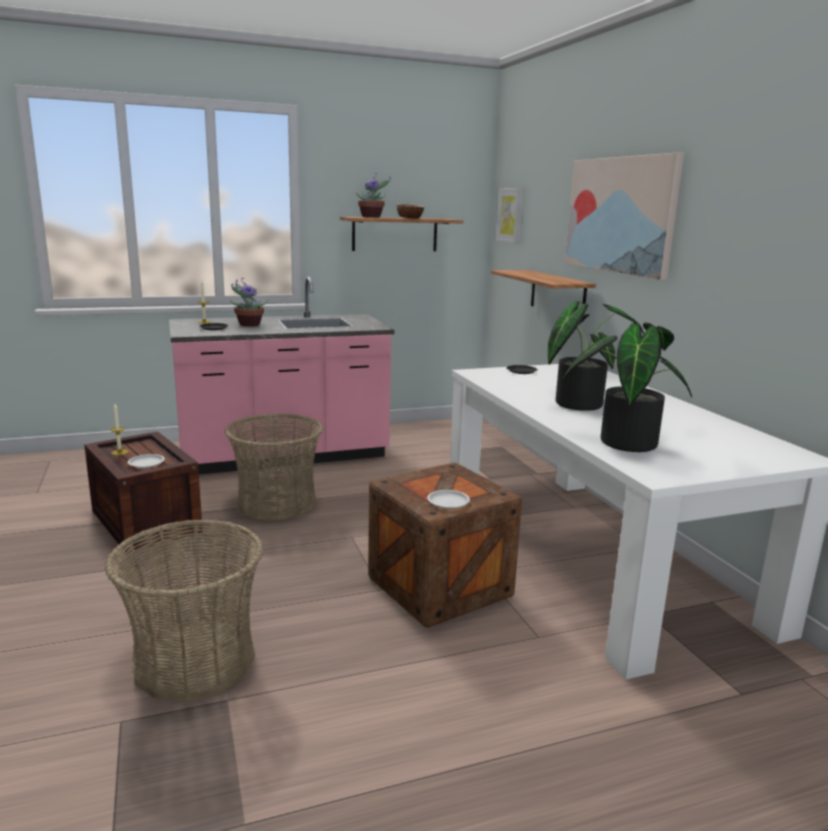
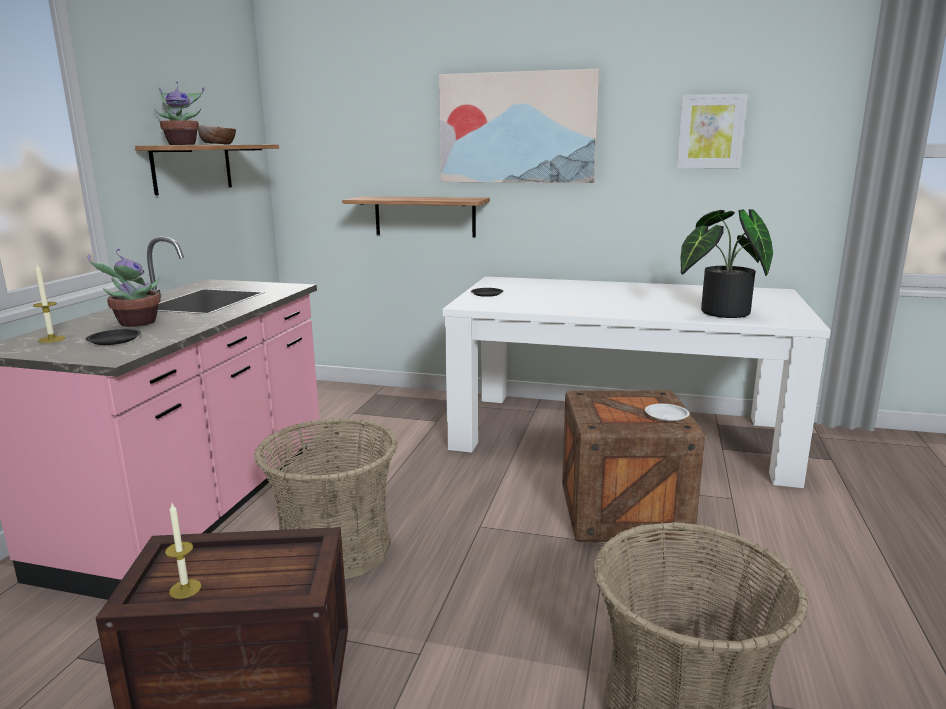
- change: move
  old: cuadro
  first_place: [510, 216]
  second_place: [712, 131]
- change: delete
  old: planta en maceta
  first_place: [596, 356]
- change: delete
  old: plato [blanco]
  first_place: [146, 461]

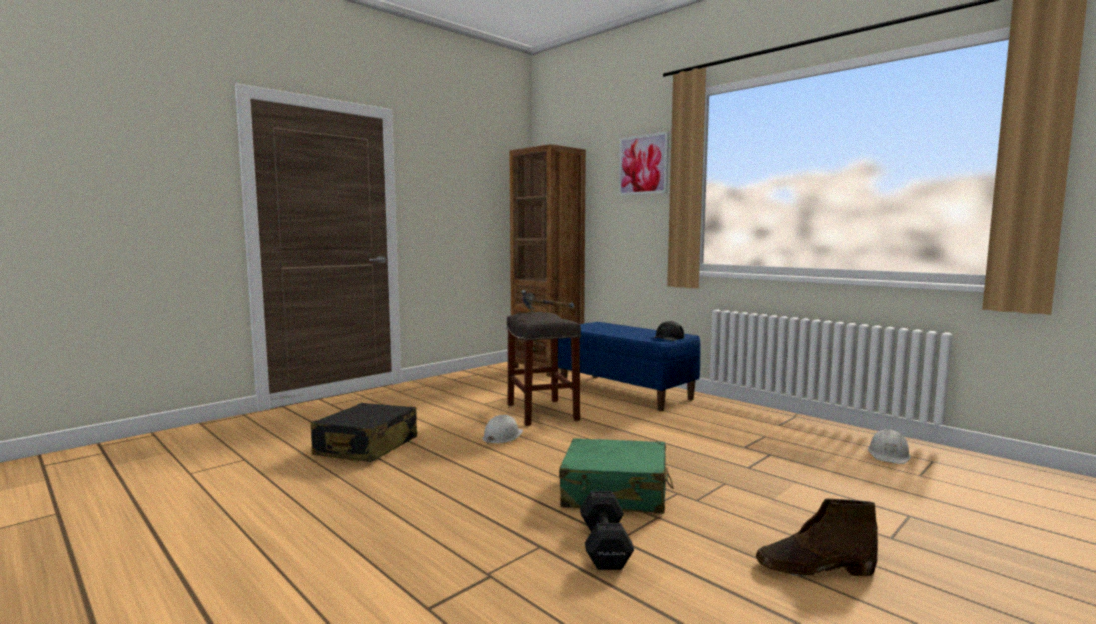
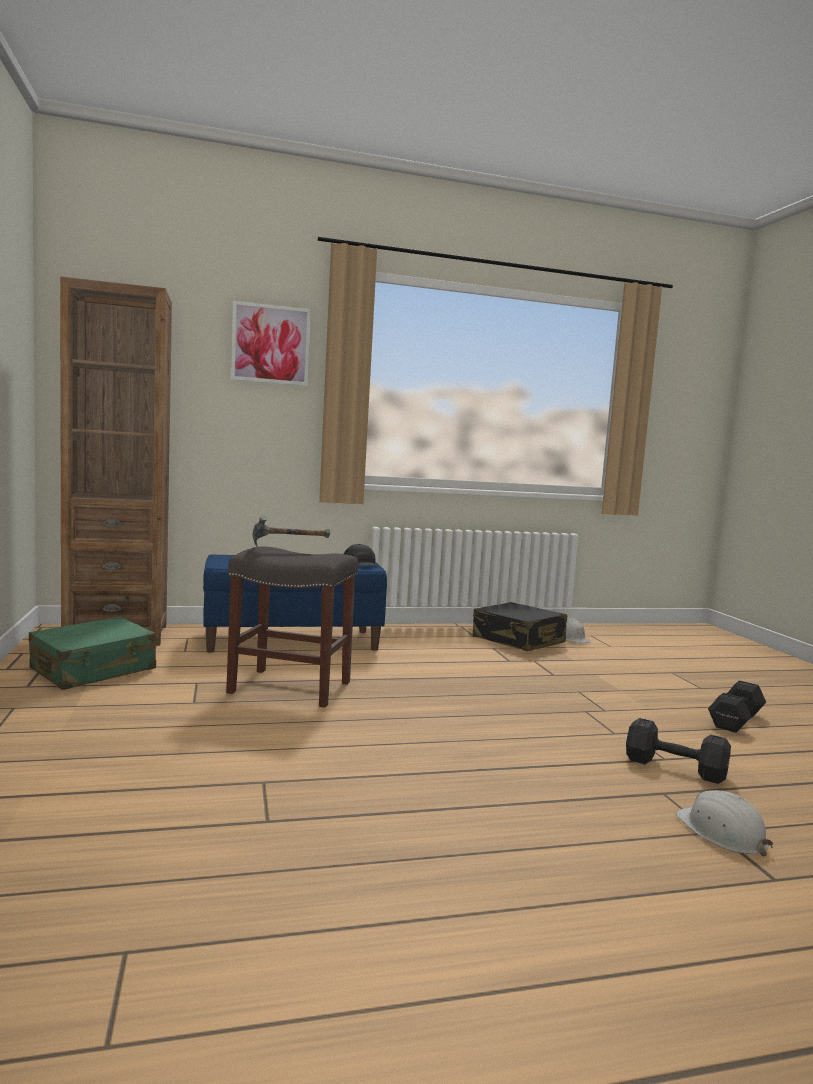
- change: move
  old: maleta [negro]
  first_place: [364, 432]
  second_place: [520, 626]
- change: move
  old: casco [blanco]
  first_place: [502, 429]
  second_place: [724, 823]
- change: move
  old: maleta [verde]
  first_place: [616, 476]
  second_place: [92, 653]
- change: replace
  old: bota [marrón]
  new: mancuerna [negro]
  first_place: [817, 537]
  second_place: [737, 706]

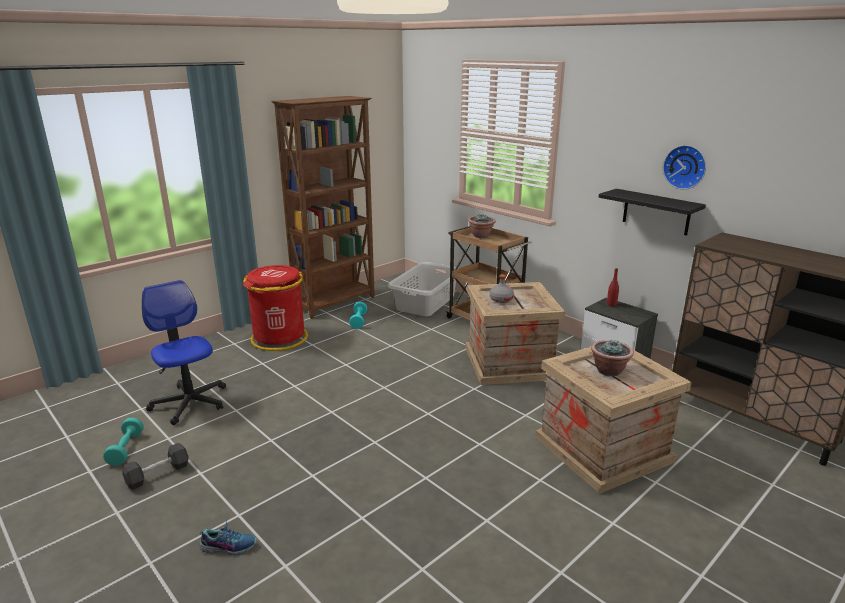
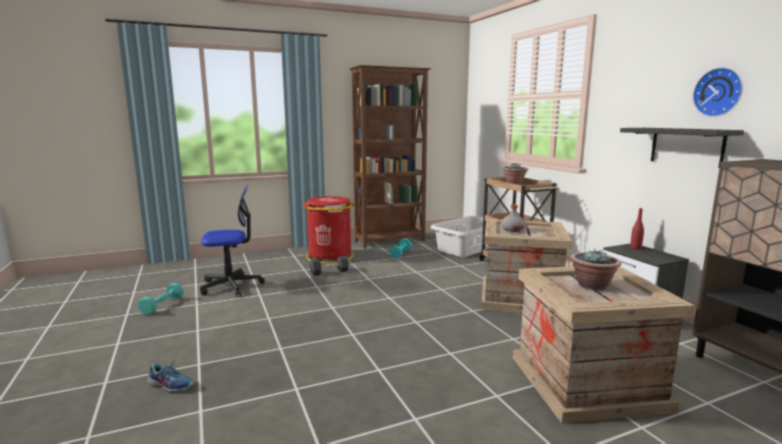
- change: rotate
  old: silla de oficina
  first_place: [184, 352]
  second_place: [232, 241]
  degrees: 90
- change: move
  old: mancuerna [negro]
  first_place: [155, 466]
  second_place: [329, 266]

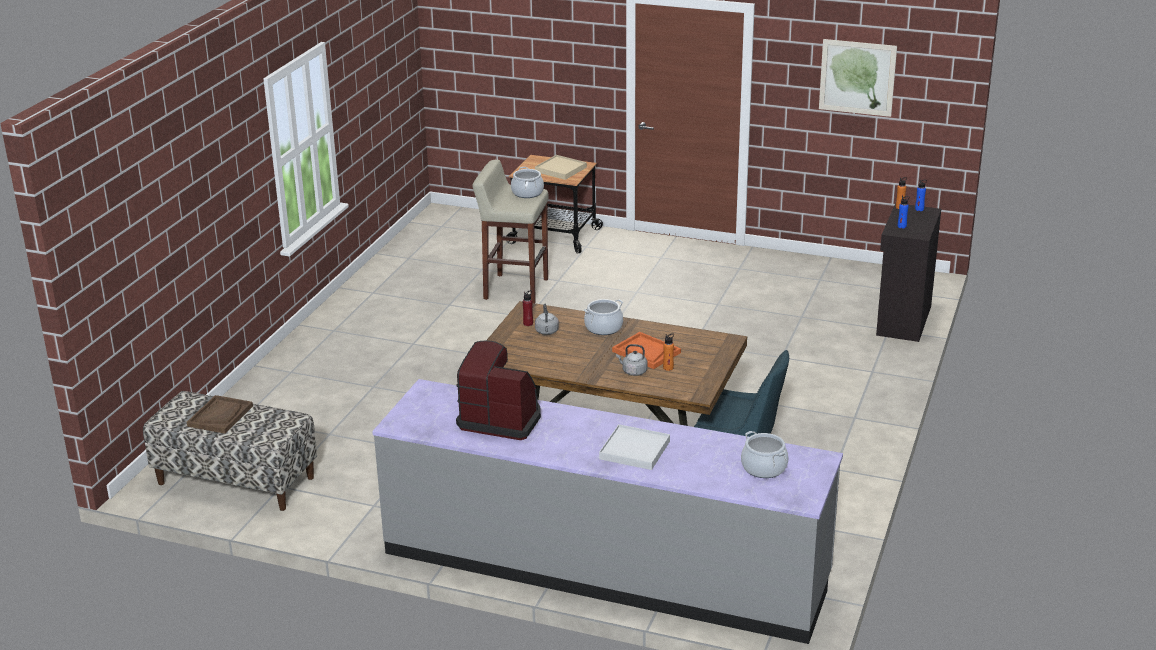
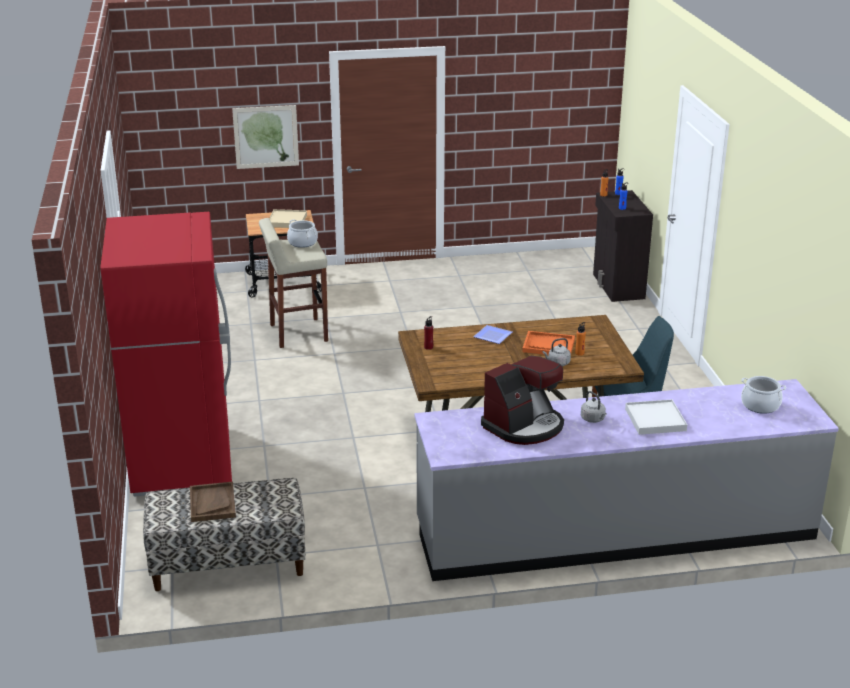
- change: move
  old: cuadro
  first_place: [858, 78]
  second_place: [265, 137]
- change: replace
  old: olla
  new: plato
  first_place: [603, 317]
  second_place: [492, 334]
- change: move
  old: hervidor [gris]
  first_place: [547, 319]
  second_place: [594, 407]
- change: rotate
  old: cafetera
  first_place: [498, 390]
  second_place: [522, 400]
  degrees: 150
- change: insert
  new: nevera [rojo]
  second_place: [166, 354]

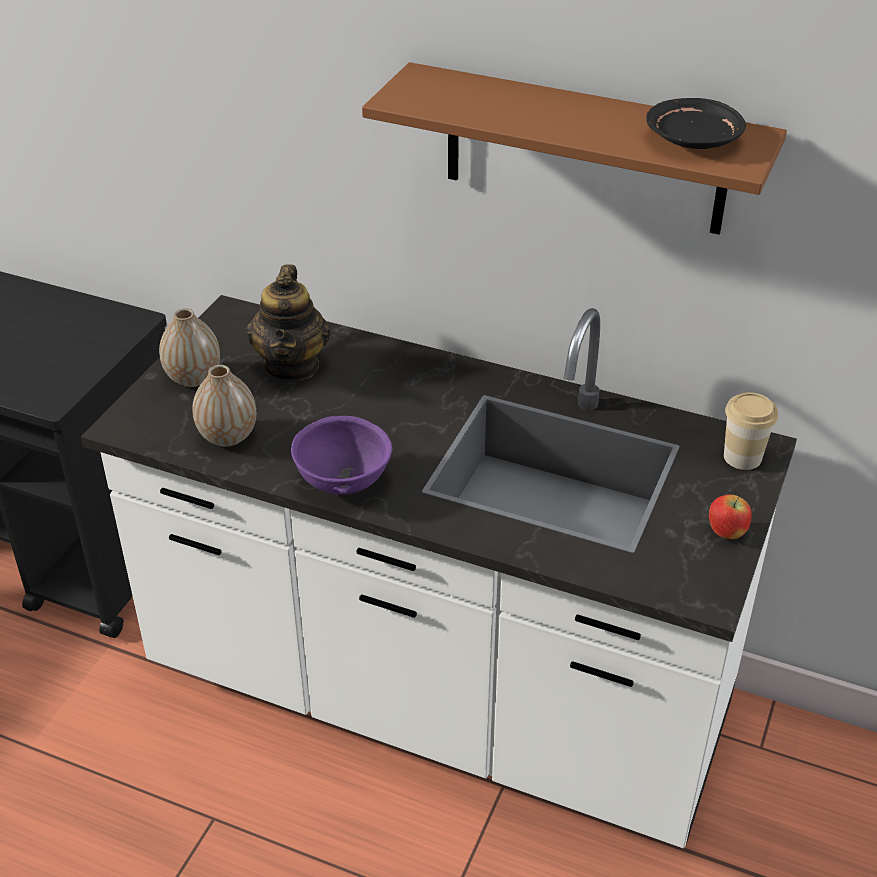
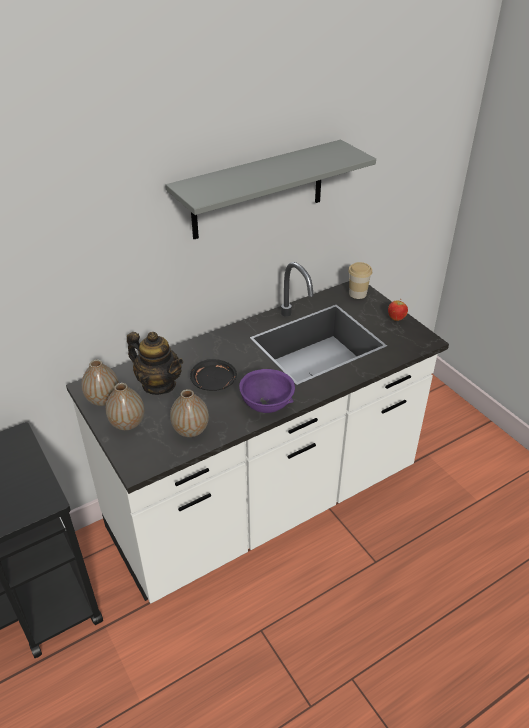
- change: recolor
  old: estante [marrón]
  new: estante [gris]
  first_place: [574, 148]
  second_place: [270, 189]
- change: move
  old: plato [negro]
  first_place: [696, 123]
  second_place: [213, 375]
- change: insert
  new: florero
  second_place: [100, 383]

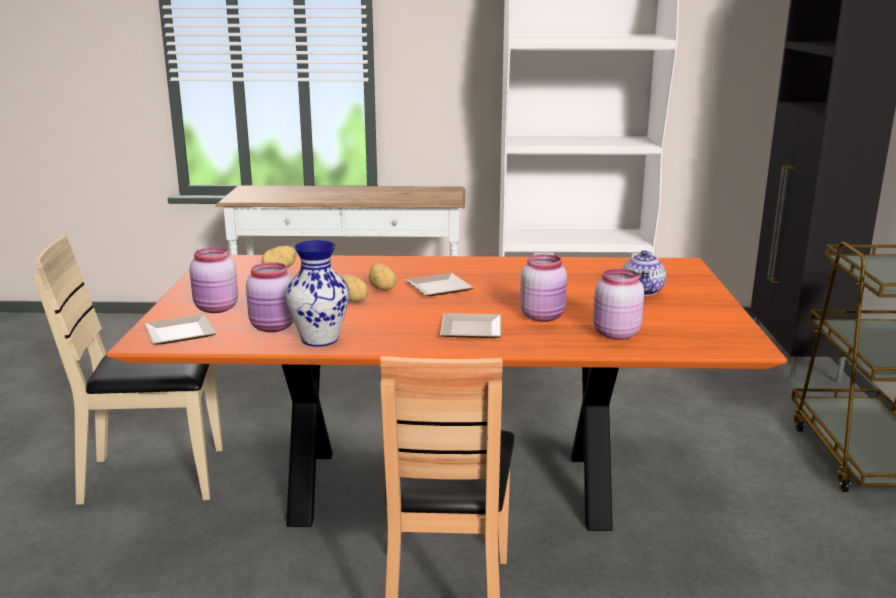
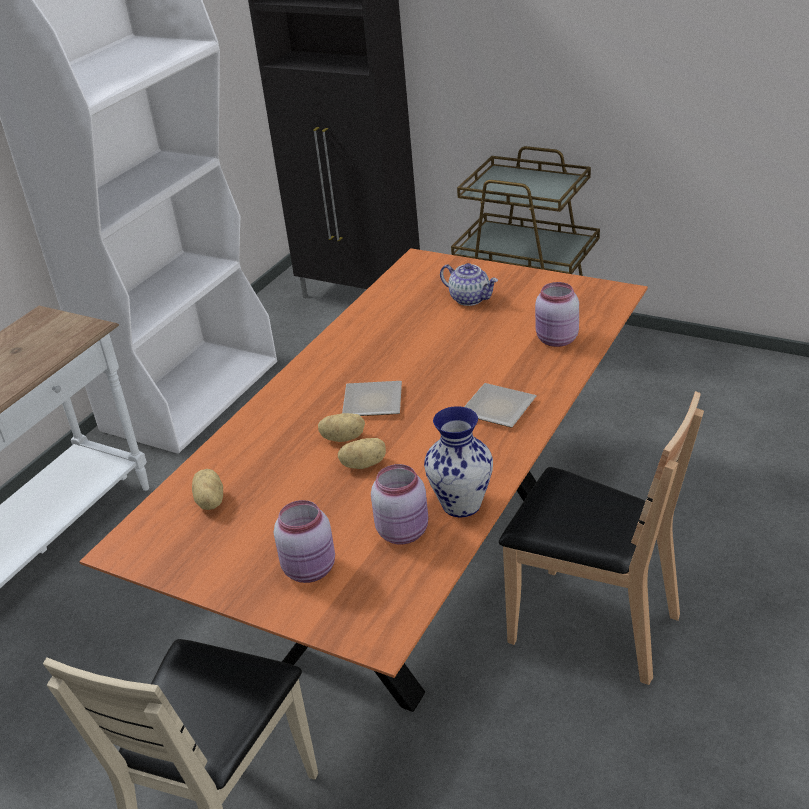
- change: delete
  old: tarro [rosa]
  first_place: [543, 288]
- change: delete
  old: plato
  first_place: [180, 329]

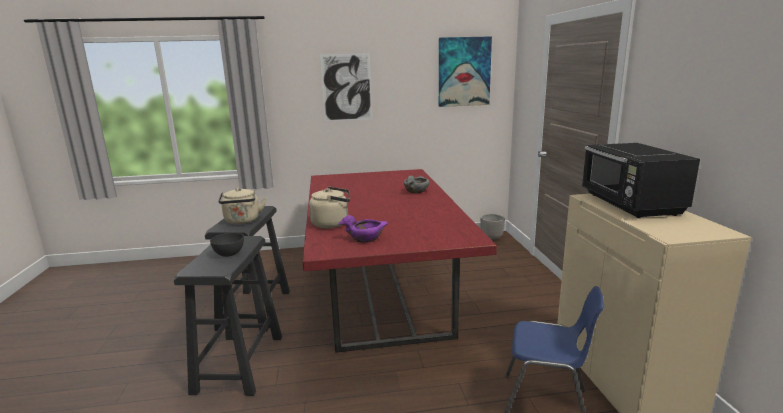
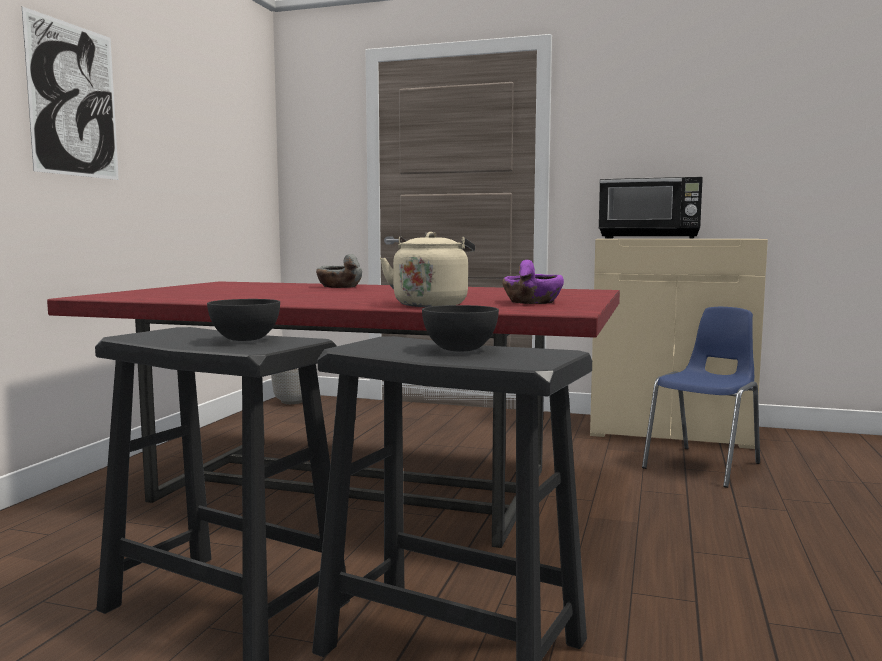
- change: delete
  old: cuadro
  first_place: [465, 71]
- change: replace
  old: hervidor [beis]
  new: cuenco [gris]
  first_place: [242, 206]
  second_place: [243, 320]

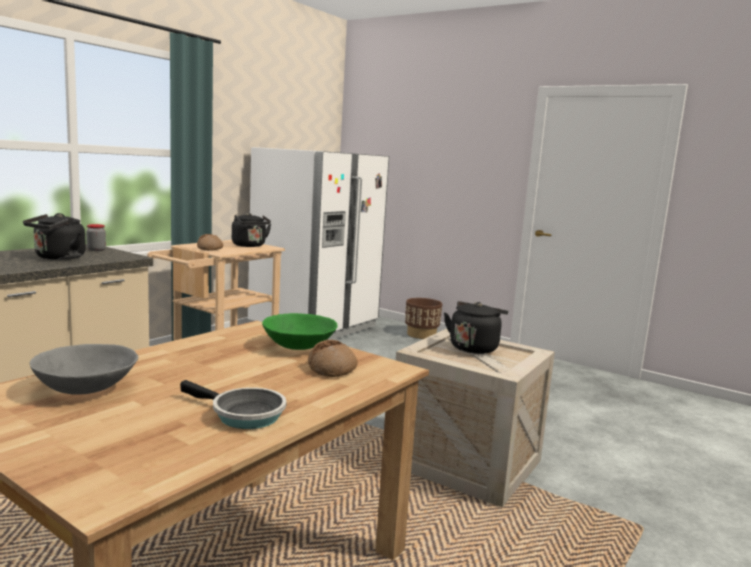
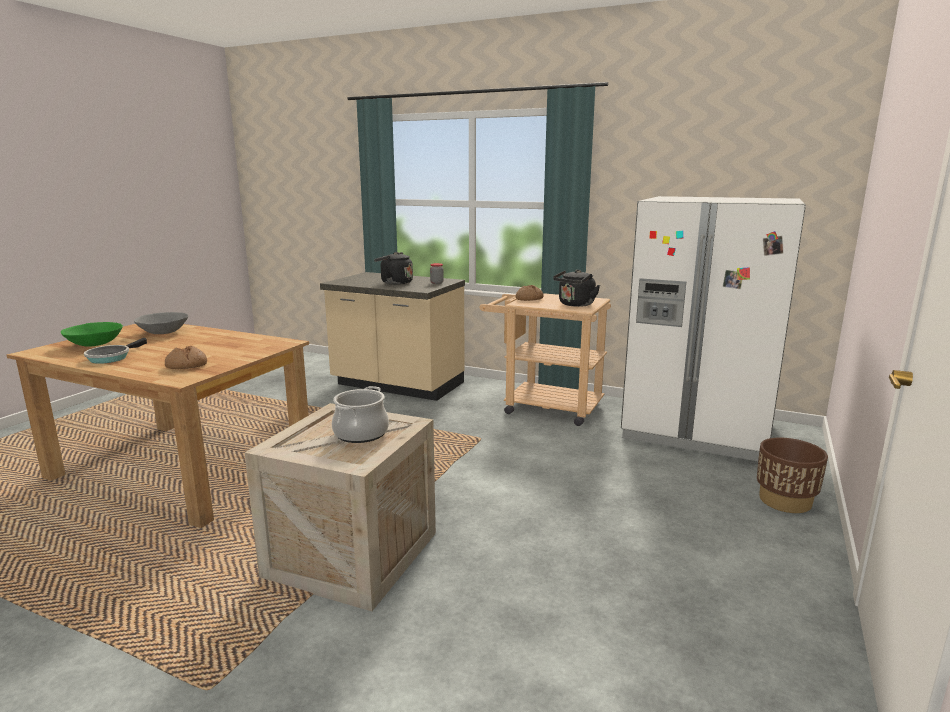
- change: replace
  old: hervidor [negro]
  new: olla
  first_place: [476, 327]
  second_place: [360, 414]
- change: move
  old: cuenco [verde]
  first_place: [300, 331]
  second_place: [92, 334]

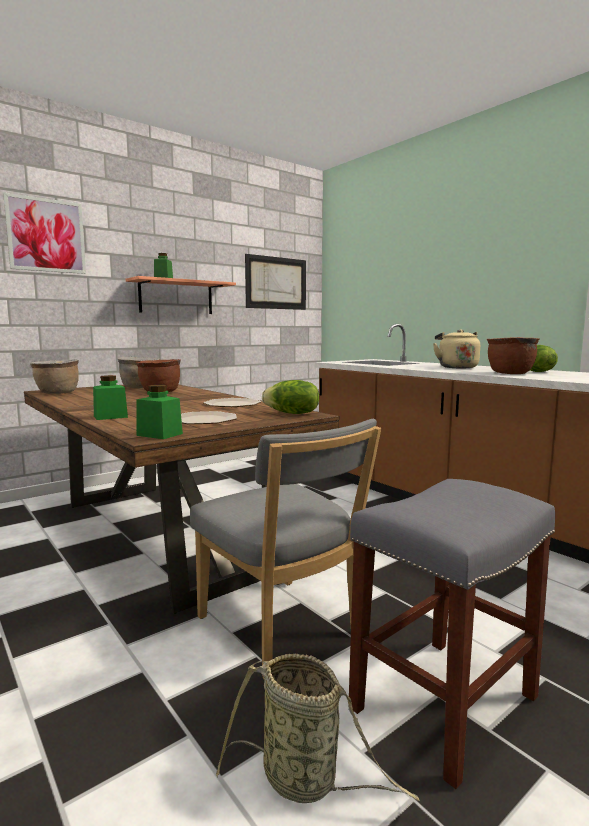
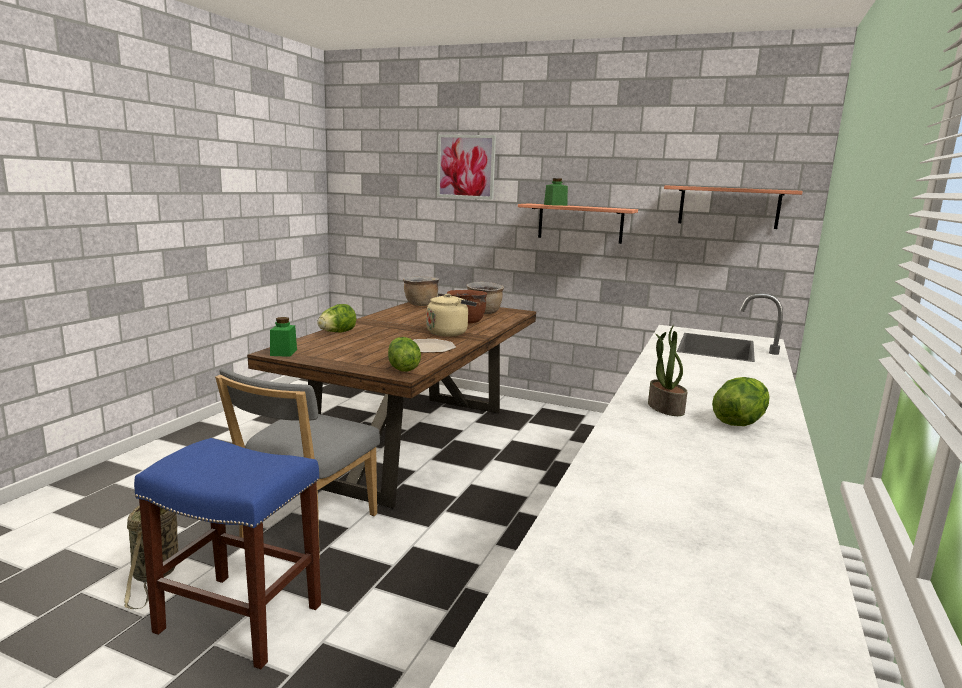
- change: replace
  old: cuadro
  new: estante
  first_place: [275, 282]
  second_place: [733, 207]
- change: move
  old: hervidor [beis]
  first_place: [456, 348]
  second_place: [451, 315]
- change: replace
  old: olla [marrón]
  new: planta en maceta
  first_place: [513, 355]
  second_place: [667, 370]
- change: replace
  old: tarro [verde]
  new: lechuga
  first_place: [110, 397]
  second_place: [336, 318]
- change: delete
  old: plato
  first_place: [209, 417]
- change: recolor
  old: taburete [gris]
  new: taburete [azul]
  first_place: [451, 634]
  second_place: [227, 553]

